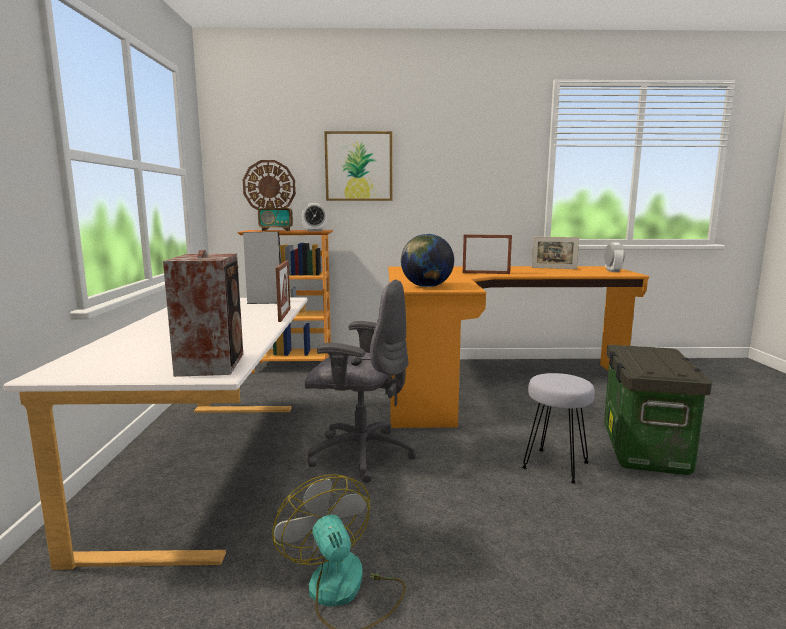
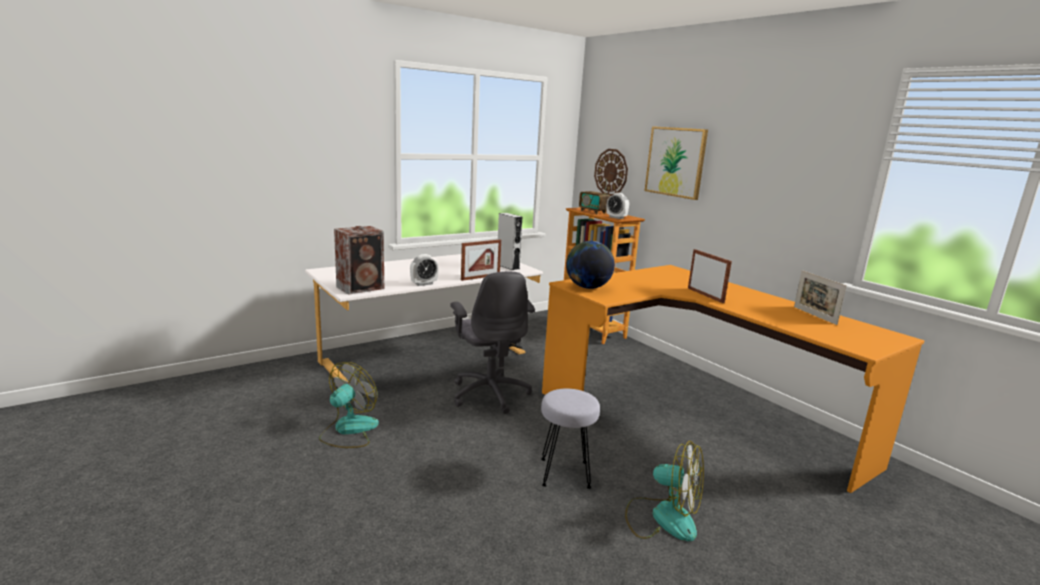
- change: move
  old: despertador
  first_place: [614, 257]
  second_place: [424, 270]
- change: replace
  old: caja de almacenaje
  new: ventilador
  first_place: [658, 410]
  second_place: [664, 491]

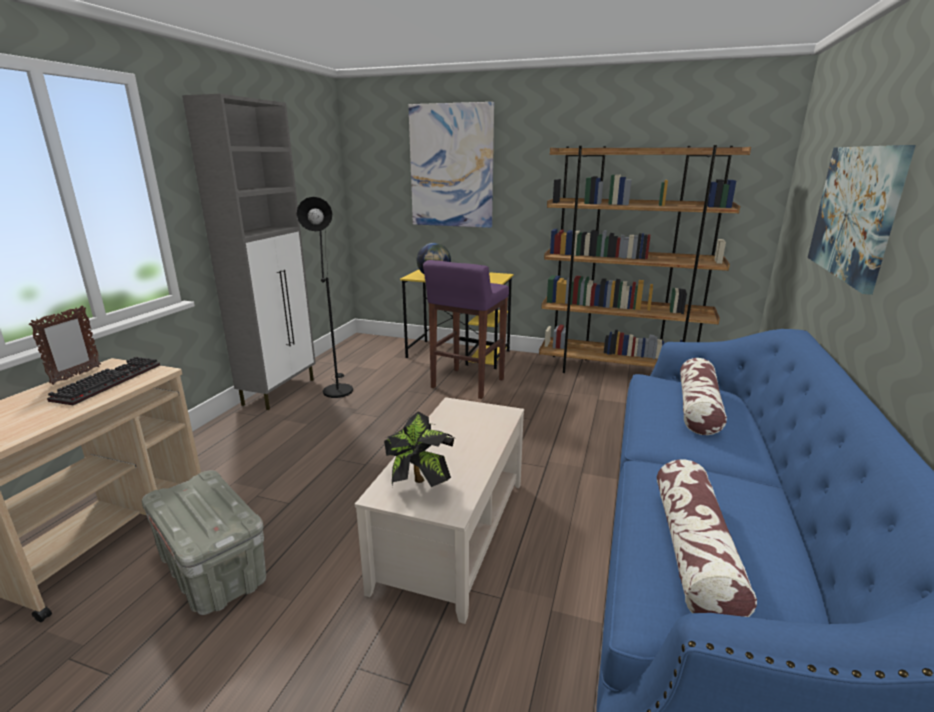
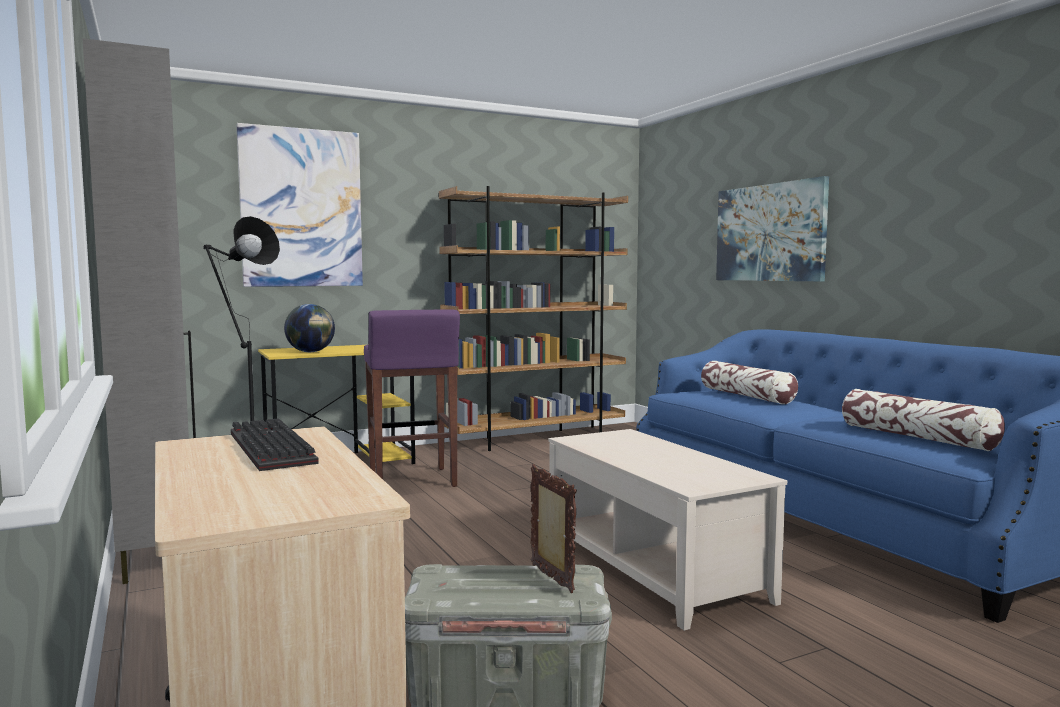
- change: move
  old: portarretratos
  first_place: [65, 345]
  second_place: [554, 528]
- change: delete
  old: planta en maceta
  first_place: [419, 449]

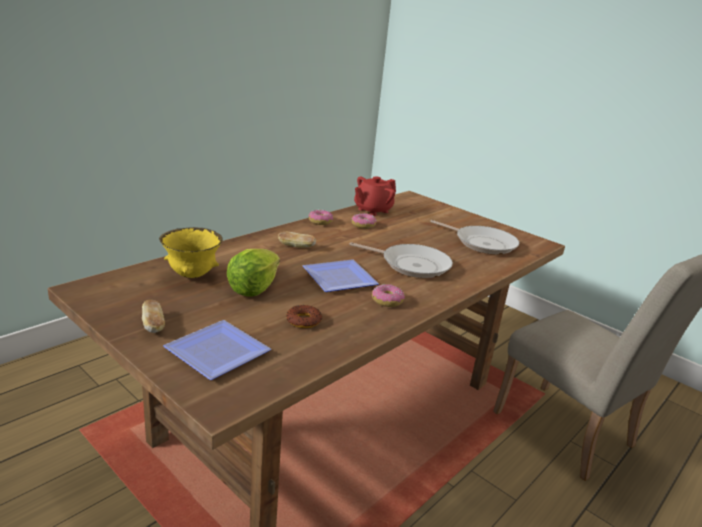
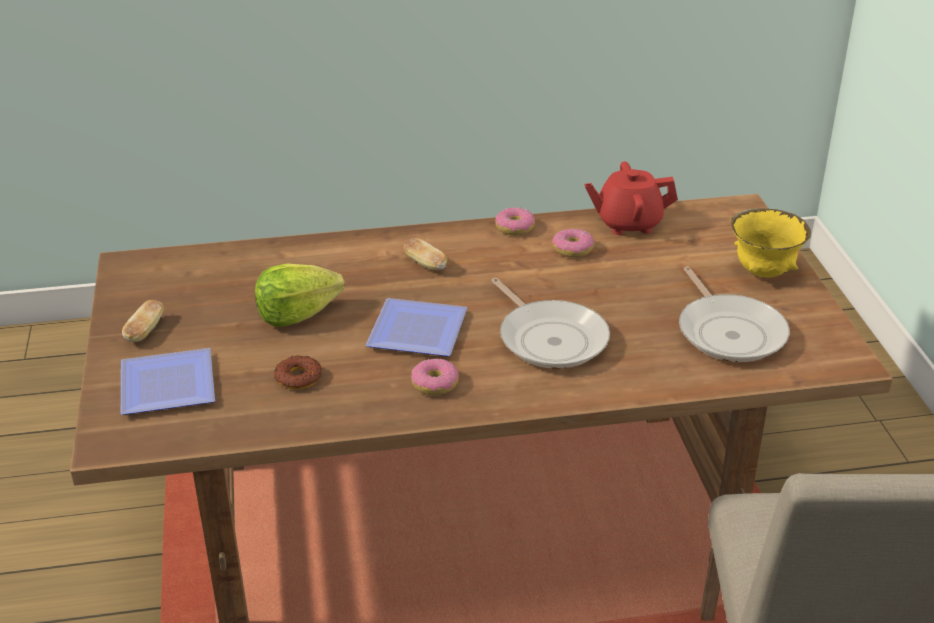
- change: move
  old: cuenco [amarillo]
  first_place: [191, 252]
  second_place: [771, 243]

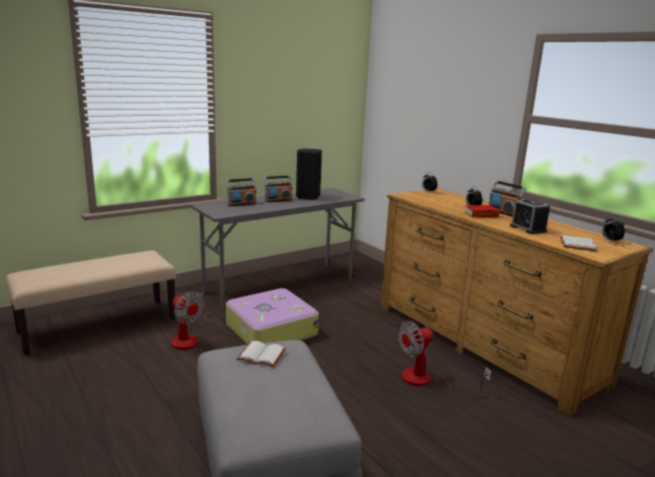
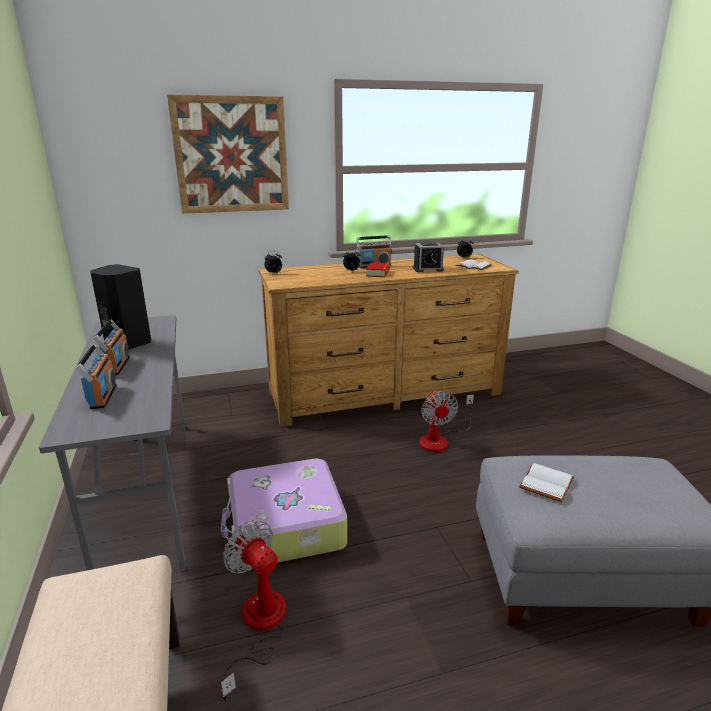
- change: rotate
  old: ventilador
  first_place: [189, 320]
  second_place: [253, 610]
  degrees: -105
- change: insert
  new: cuadro
  second_place: [228, 154]

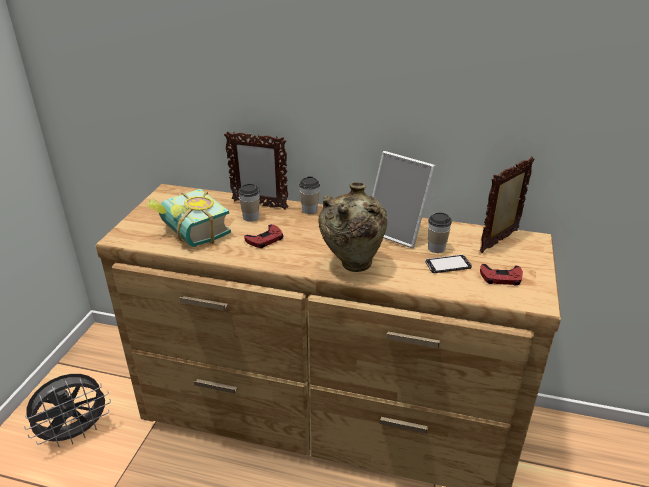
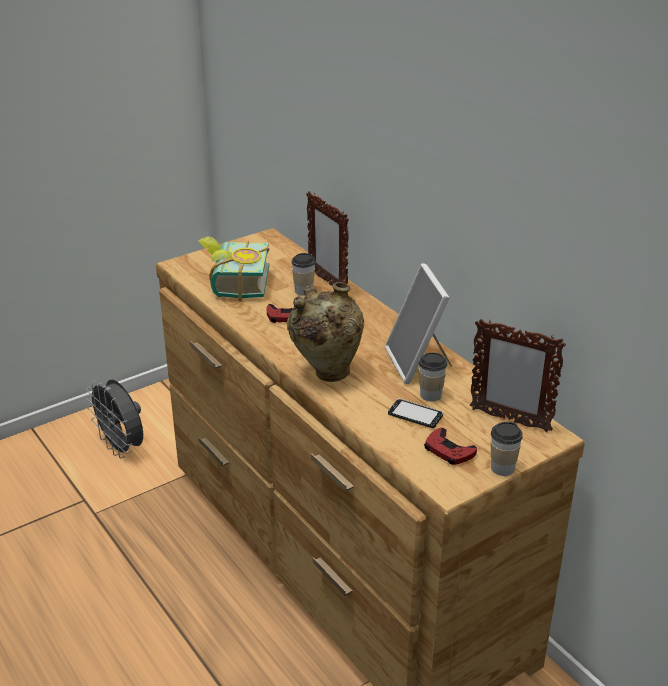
- change: rotate
  old: portarretratos
  first_place: [506, 204]
  second_place: [518, 375]
  degrees: -150
- change: move
  old: taza
  first_place: [309, 195]
  second_place: [507, 449]
- change: rotate
  old: ventilador [gris]
  first_place: [67, 410]
  second_place: [114, 419]
  degrees: 45

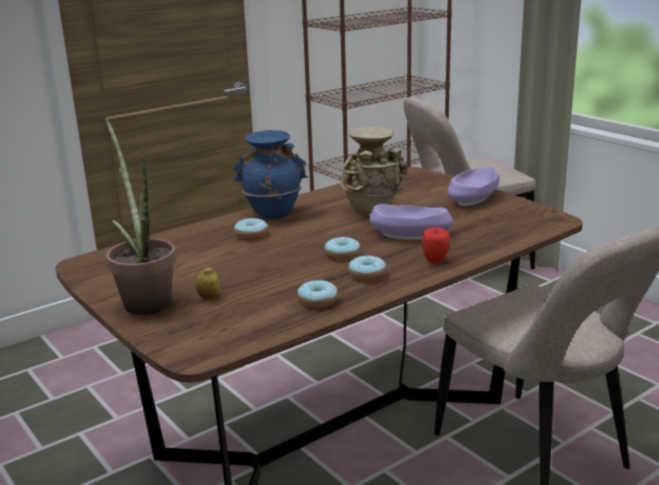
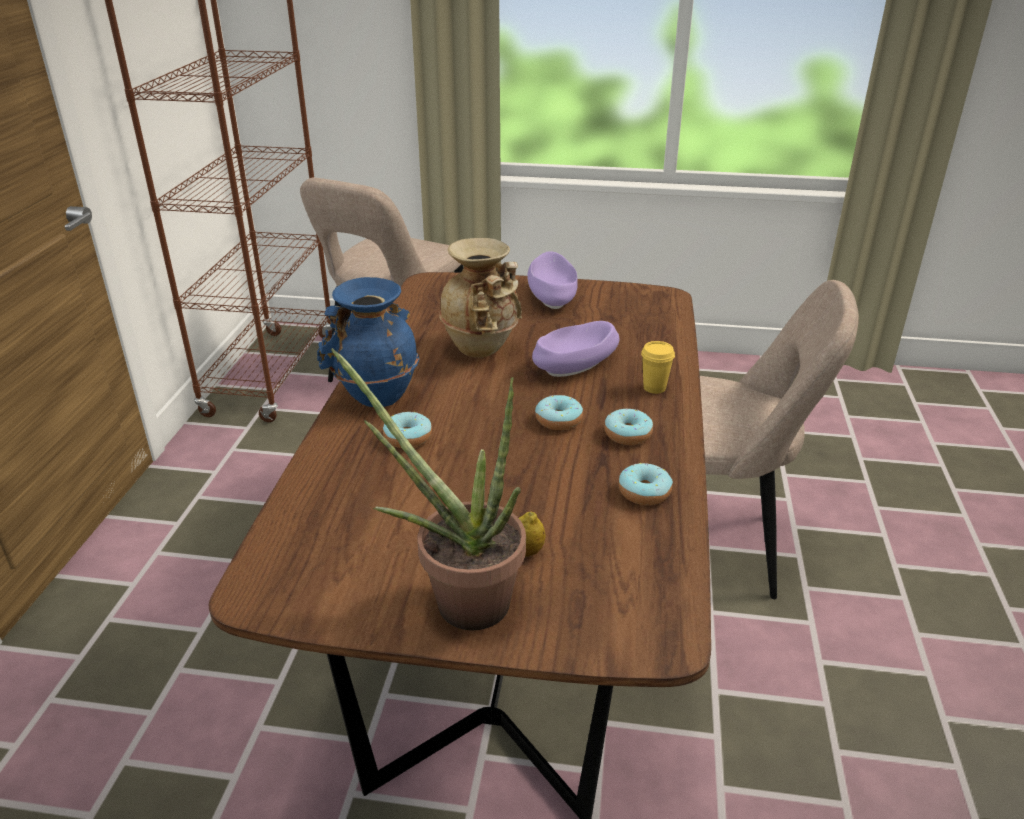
- change: replace
  old: manzana
  new: taza [amarillo]
  first_place: [436, 245]
  second_place: [658, 367]

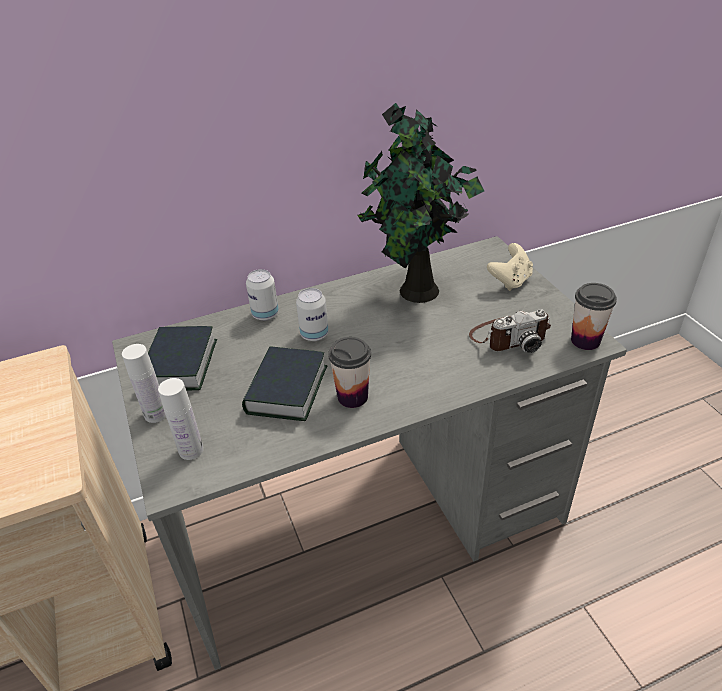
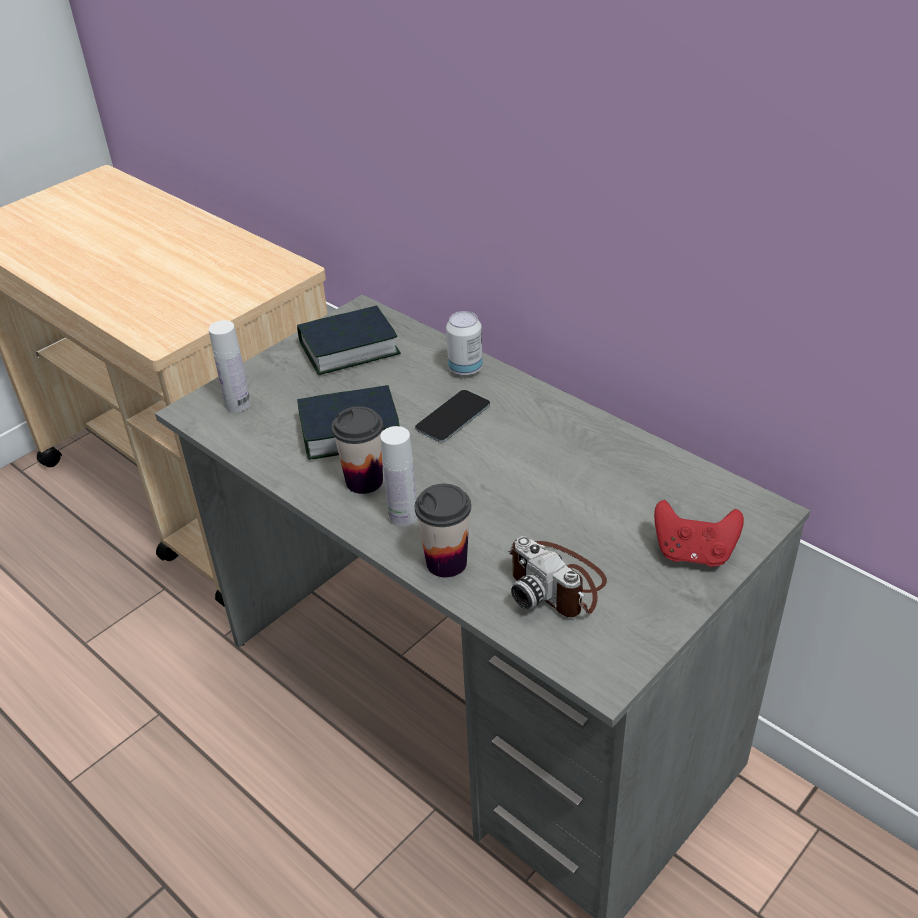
- change: delete
  old: planta en maceta
  first_place: [420, 203]
- change: recolor
  old: mando de consola [beis]
  new: mando de consola [rojo]
  first_place: [510, 267]
  second_place: [699, 533]
- change: move
  old: taza
  first_place: [594, 316]
  second_place: [443, 531]
- change: replace
  old: lata
  new: móvil
  first_place: [312, 314]
  second_place: [452, 416]
- change: move
  old: botella [blanco]
  first_place: [144, 383]
  second_place: [399, 476]

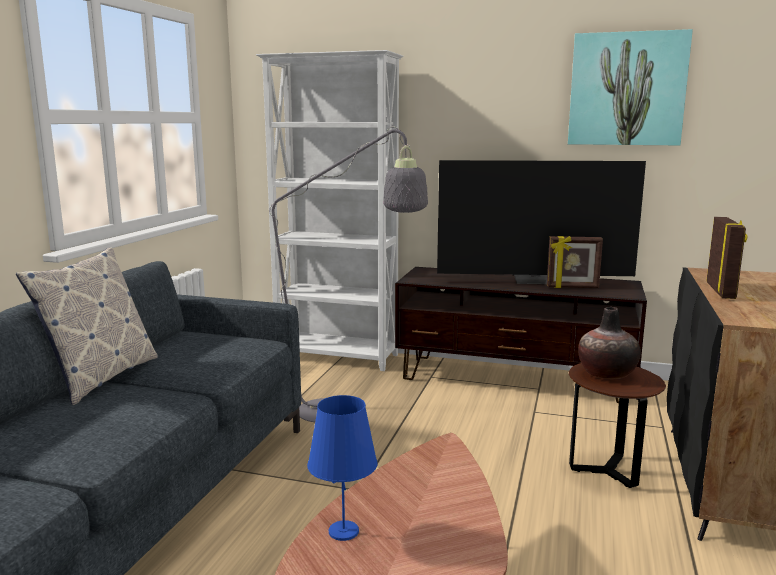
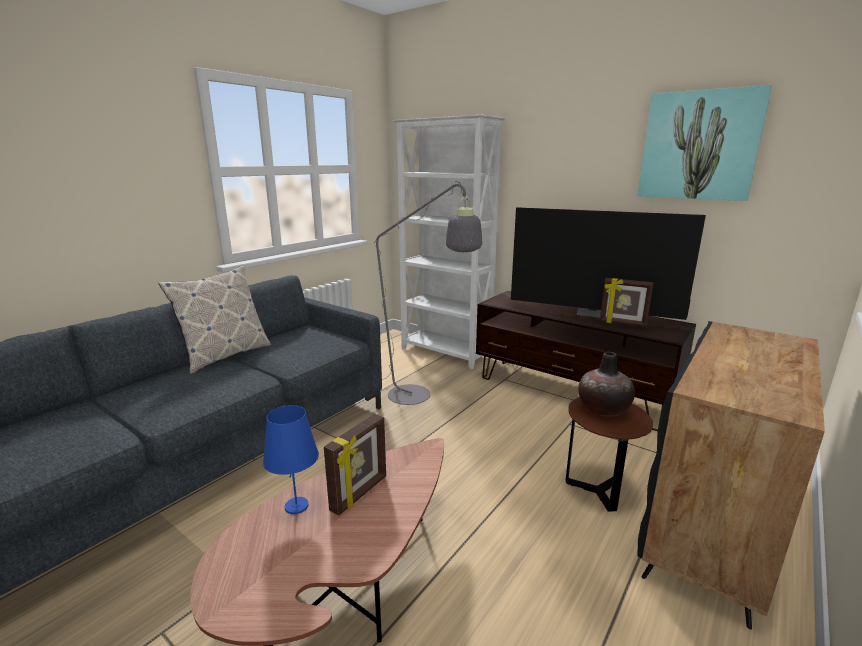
- change: move
  old: portarretratos
  first_place: [726, 258]
  second_place: [355, 465]

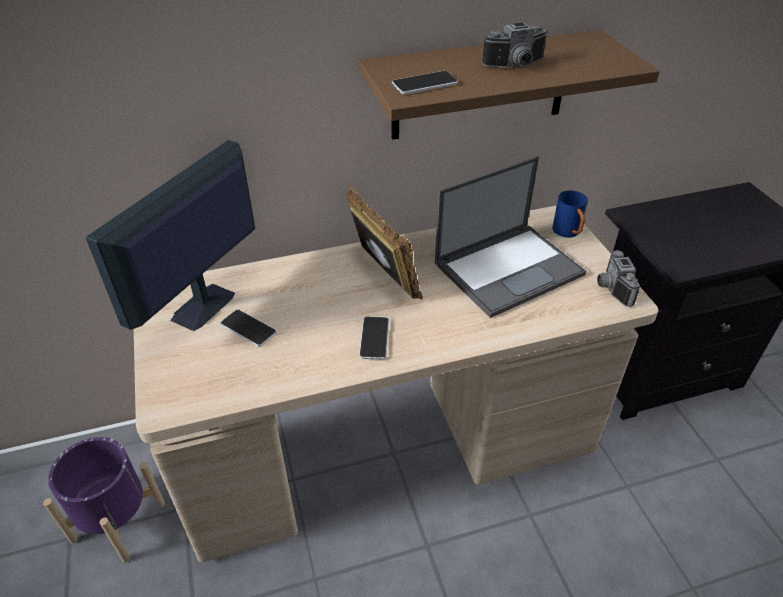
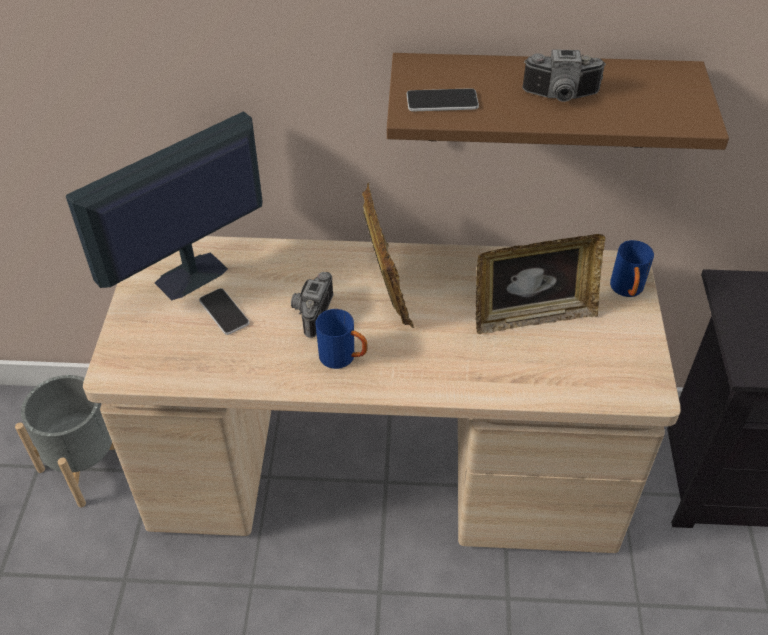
- change: replace
  old: portátil
  new: portarretratos
  first_place: [510, 237]
  second_place: [540, 284]
- change: move
  old: cámara
  first_place: [618, 278]
  second_place: [312, 305]
- change: replace
  old: móvil
  new: taza grande [azul]
  first_place: [374, 338]
  second_place: [341, 339]
- change: recolor
  old: maceta [morado]
  new: maceta [gris]
  first_place: [104, 499]
  second_place: [65, 441]

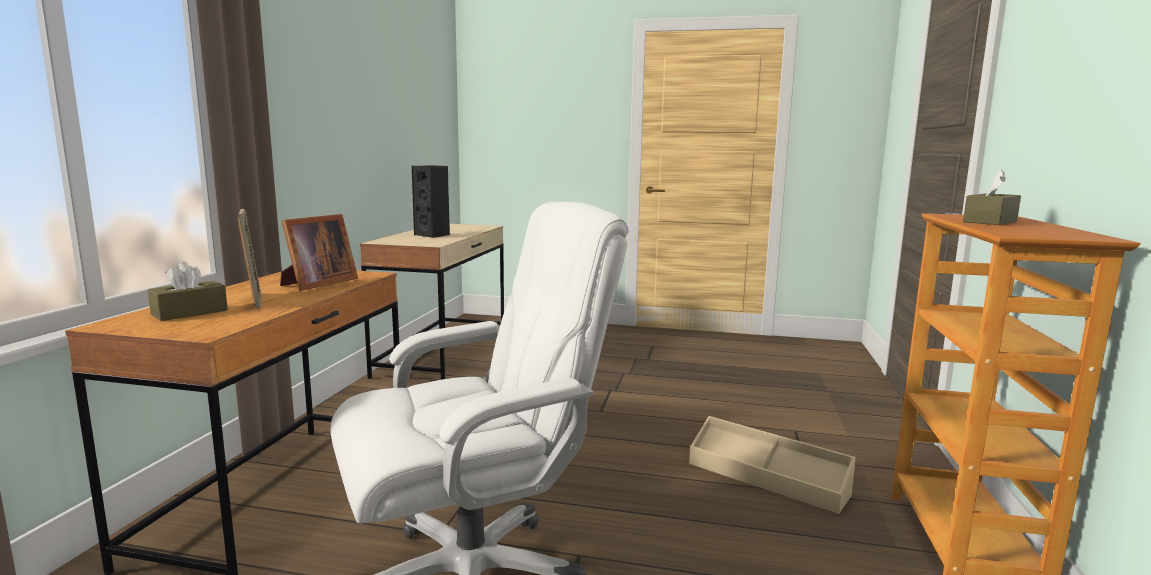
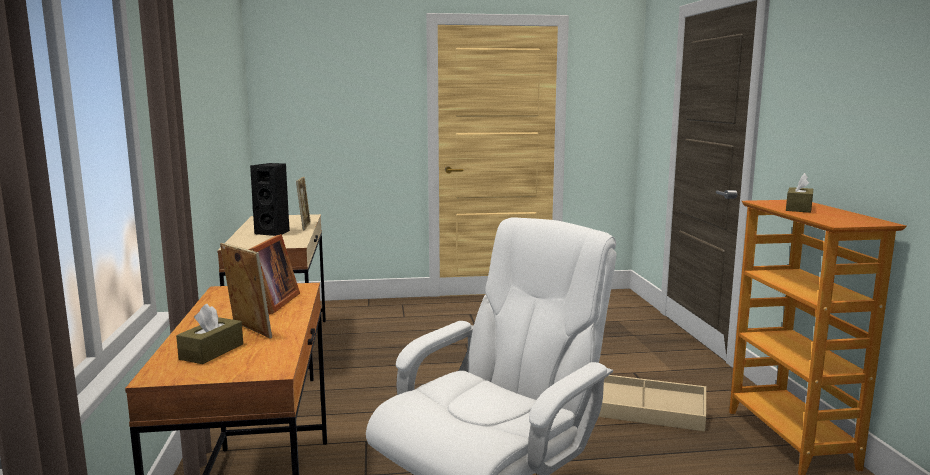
- change: insert
  new: portarretratos
  second_place: [303, 203]

